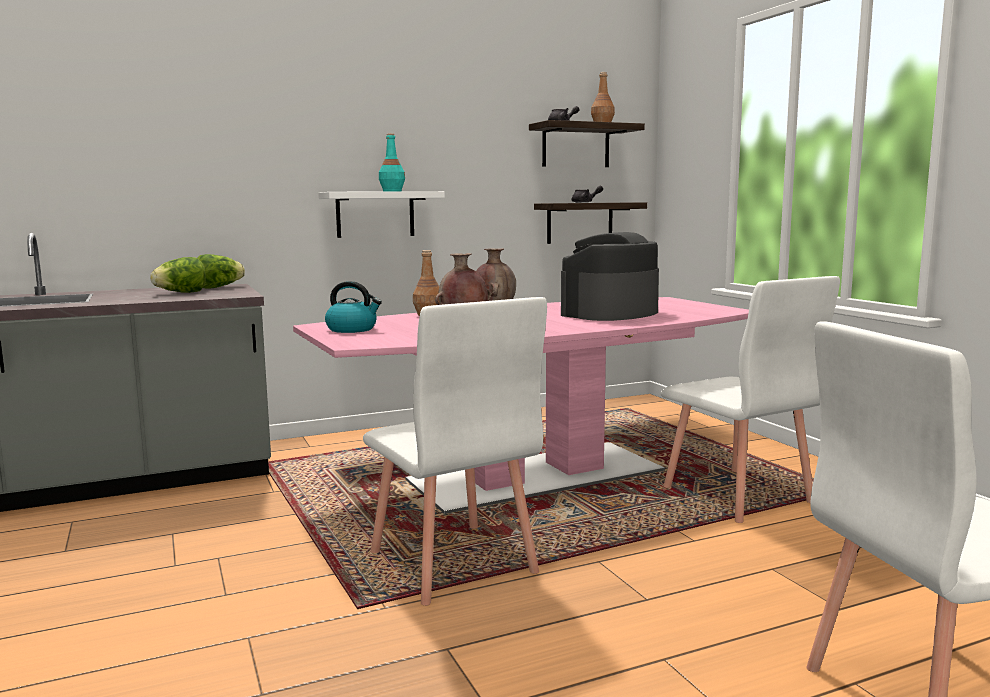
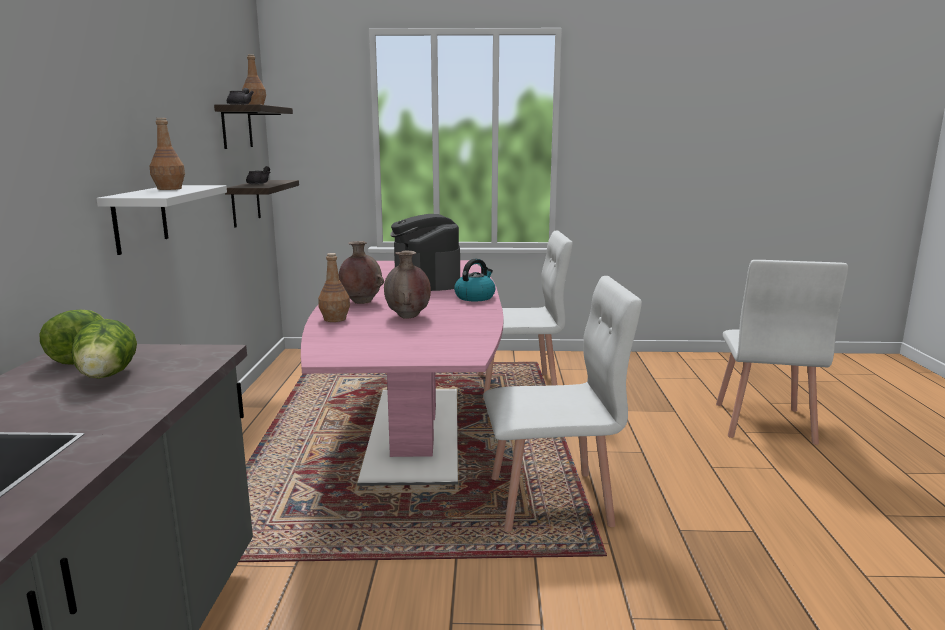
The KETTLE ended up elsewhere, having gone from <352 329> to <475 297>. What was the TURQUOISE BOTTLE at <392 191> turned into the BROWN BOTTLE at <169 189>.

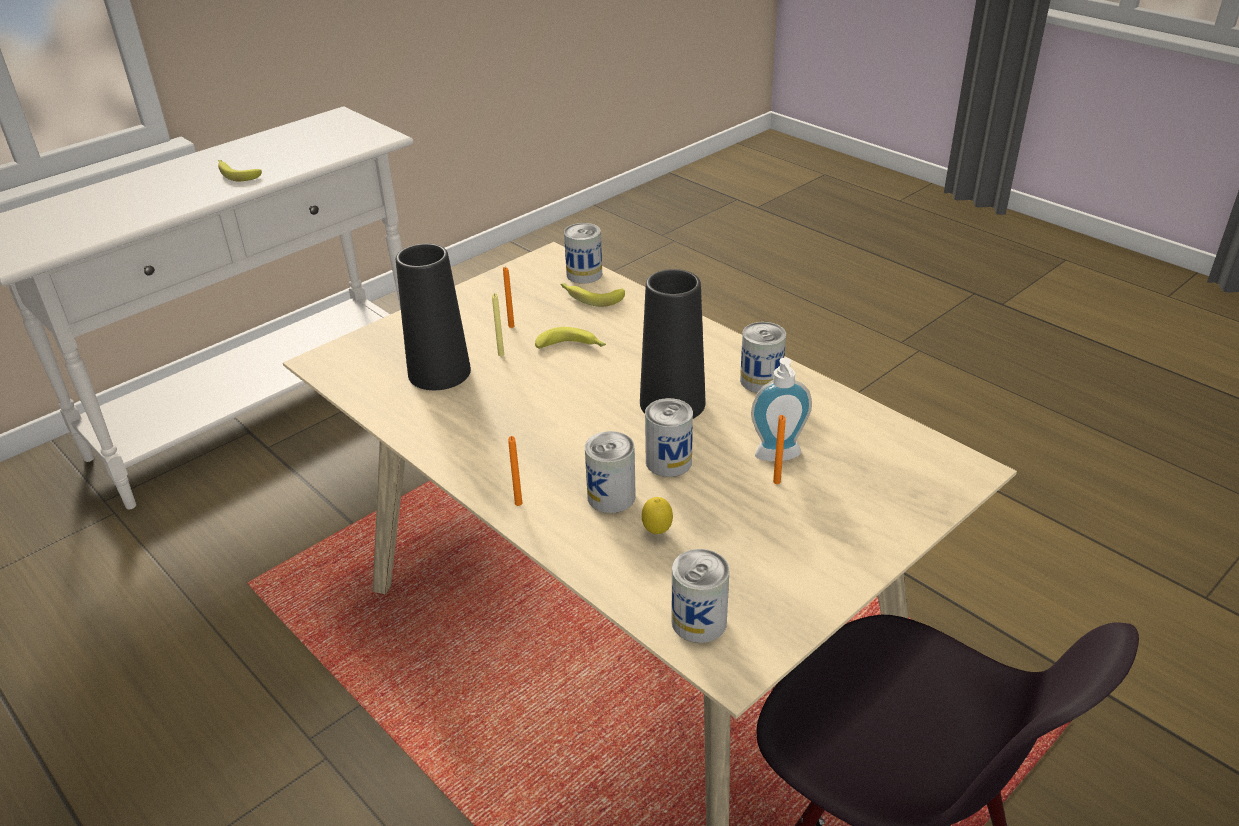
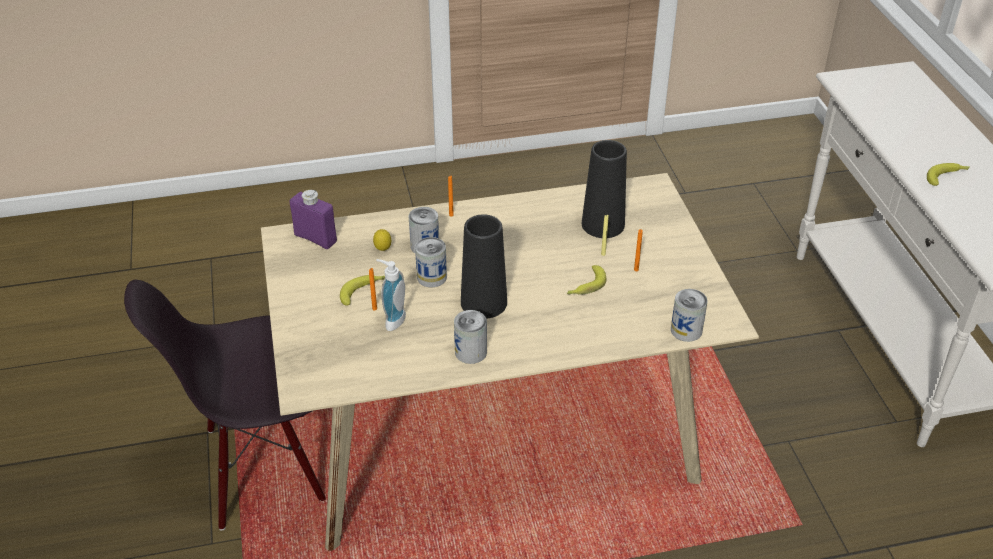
The BANANA ended up elsewhere, having gone from <590 297> to <363 291>. Where the CAN stood at <699 621>, the PURPLE BOTTLE came to stand at <315 238>.

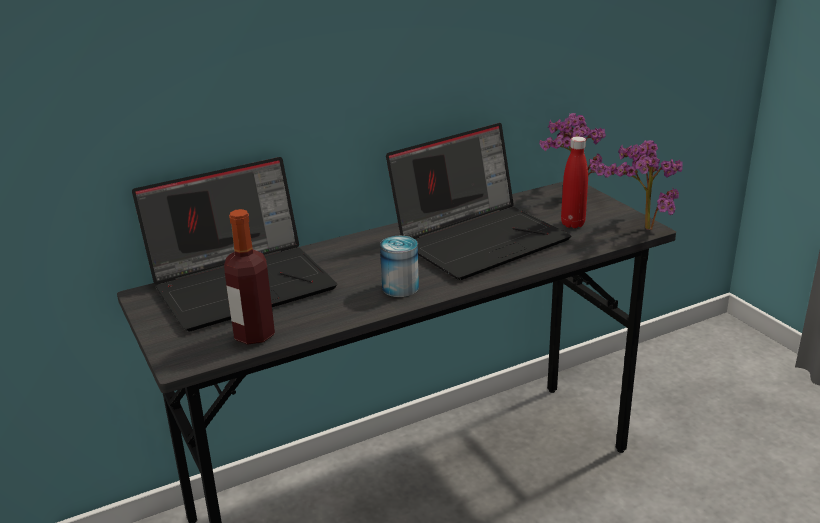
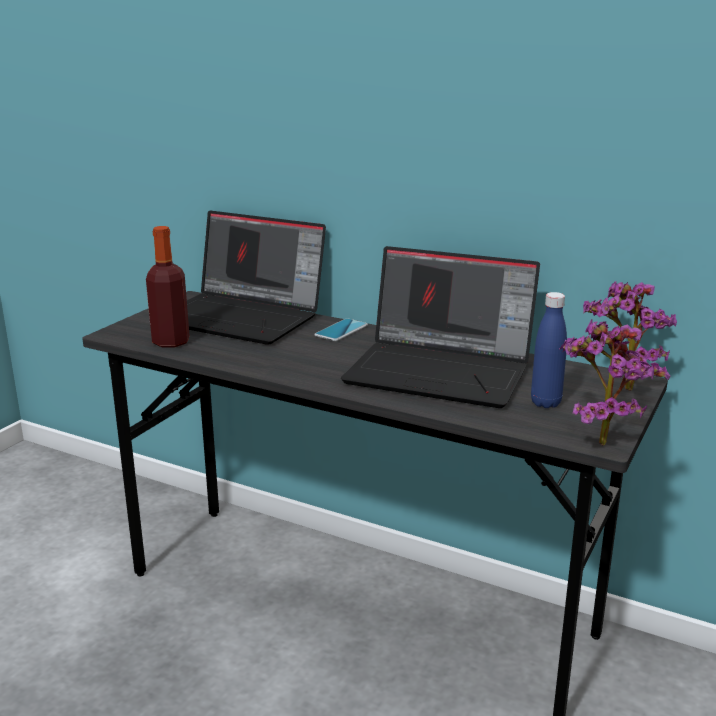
The second view lost the CAN at <400 288>. The second view gained the PHONE at <341 331>. What was the RED BOTTLE at <572 224> turned into the BLUE BOTTLE at <545 403>.

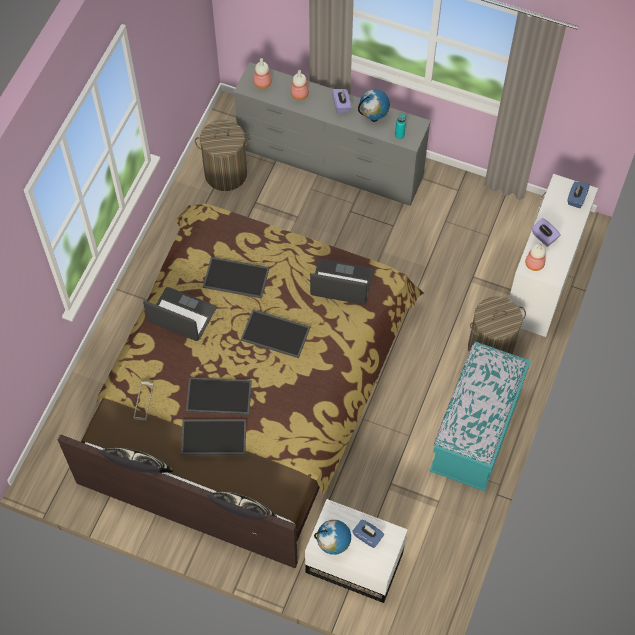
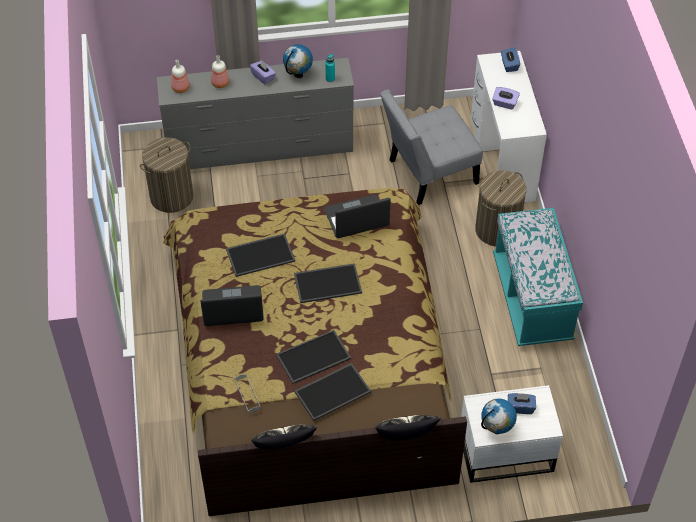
The second view lost the BOTTLE at <534 263>. The second view gained the GREY CHAIR at <428 173>.

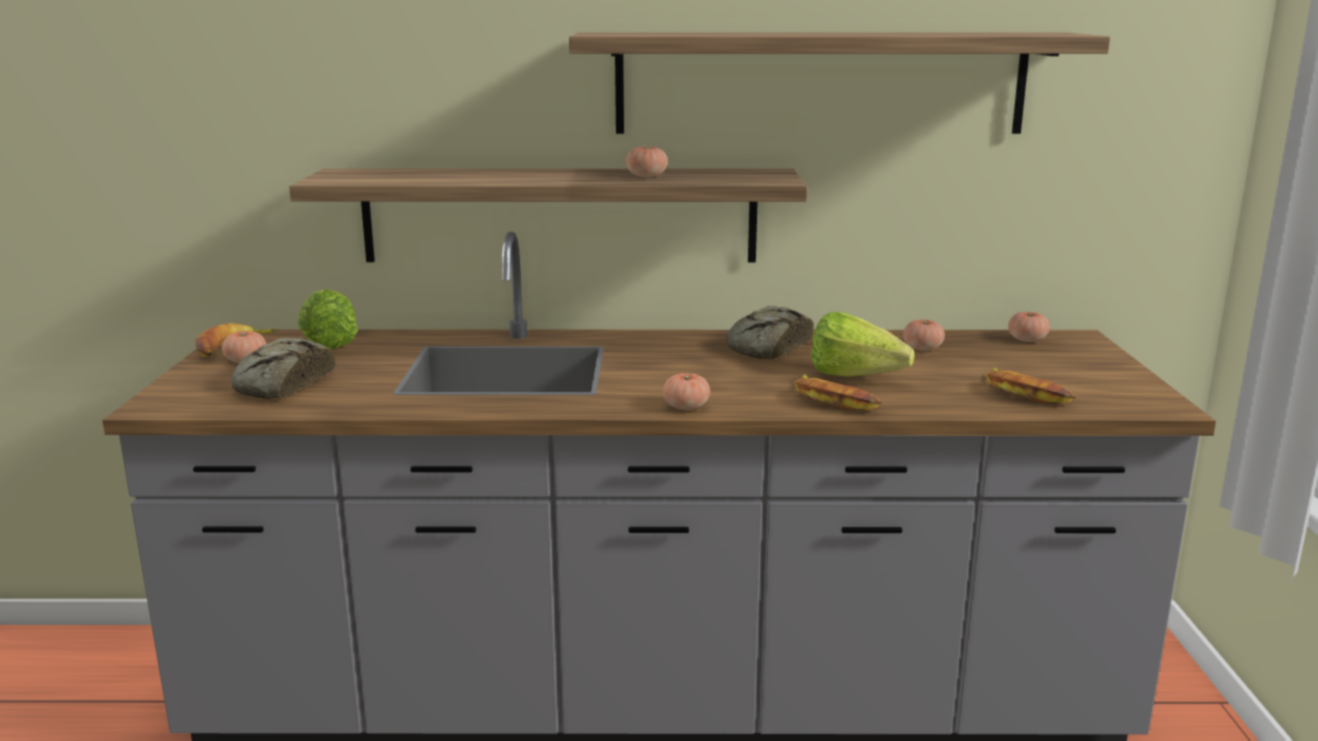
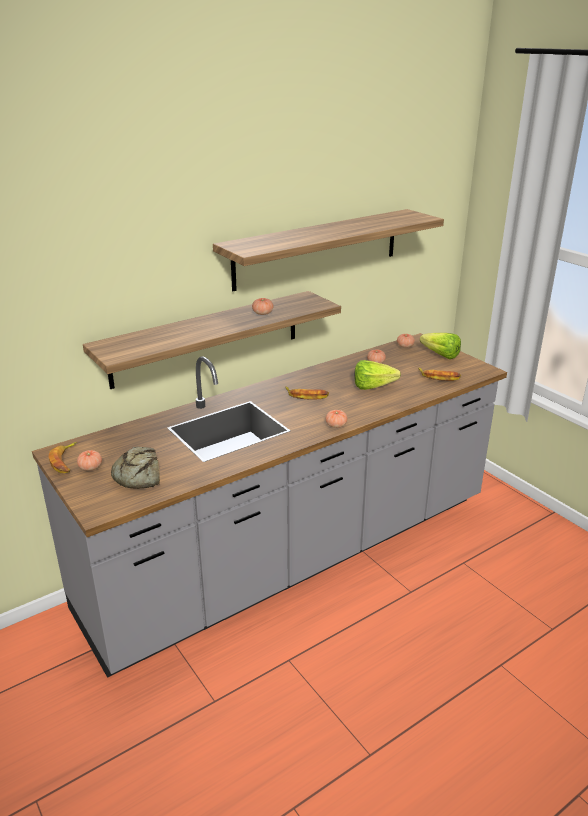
The second view lost the BREAD at <767 347>. The LETTUCE ended up elsewhere, having gone from <331 339> to <438 354>. The BANANA ended up elsewhere, having gone from <833 400> to <306 396>.

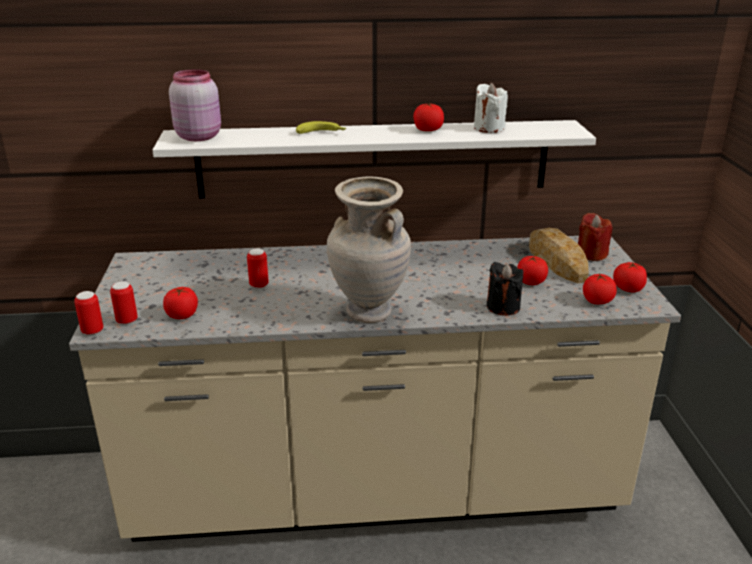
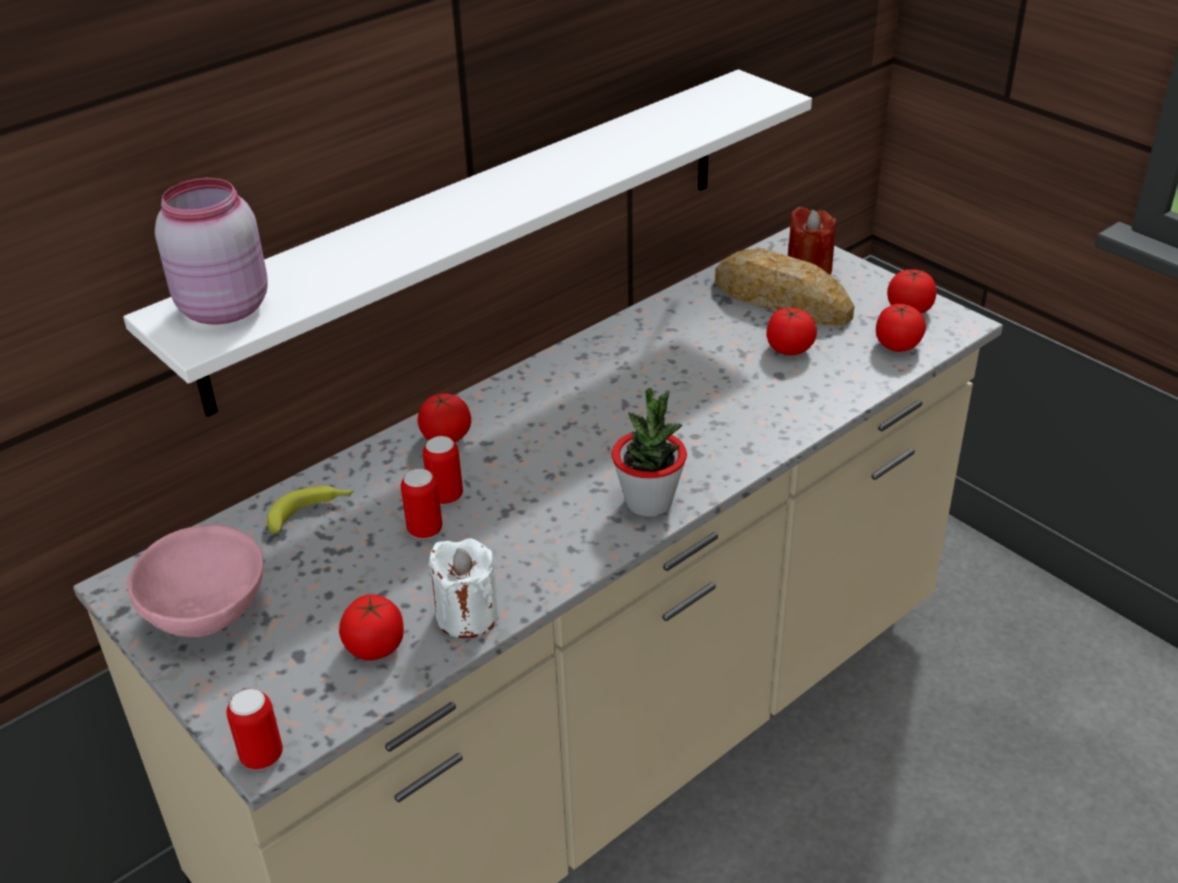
The second view lost the BLACK CANDLE at <503 307>. The second view gained the PINK BOWL at <210 613>. The CAN ended up elsewhere, having gone from <127 321> to <446 496>. The BANANA ended up elsewhere, having gone from <322 133> to <312 513>. The TOMATO ended up elsewhere, having gone from <428 130> to <446 437>. The WHITE CANDLE ended up elsewhere, having gone from <489 128> to <467 615>. Where the BEIGE VASE stood at <368 313>, the POTTED PLANT came to stand at <649 502>.

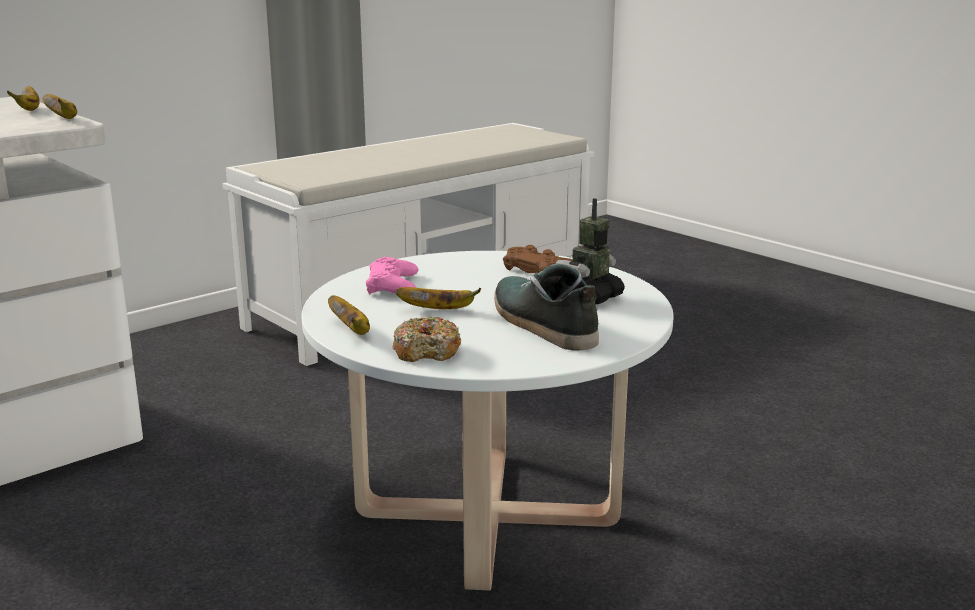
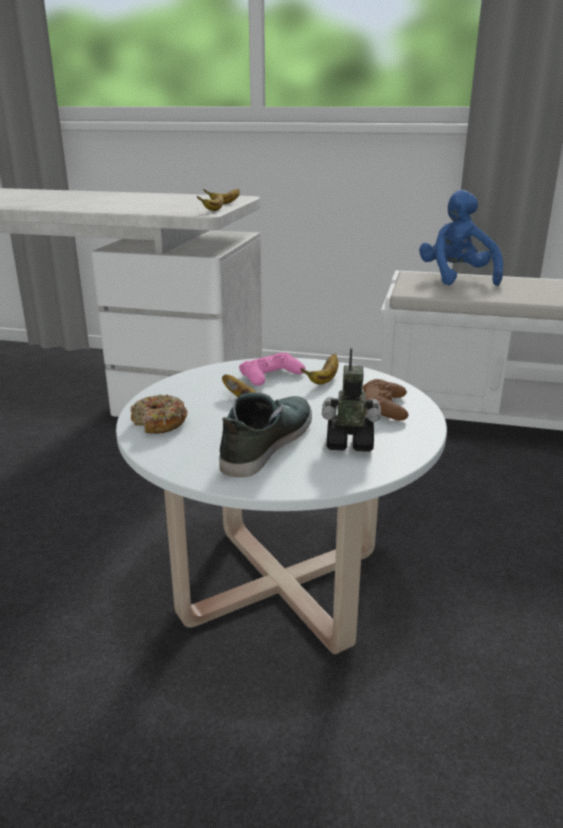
The second view gained the BLUE PLUSH TOY at <456 278>. The BANANA ended up elsewhere, having gone from <351 330> to <324 380>.

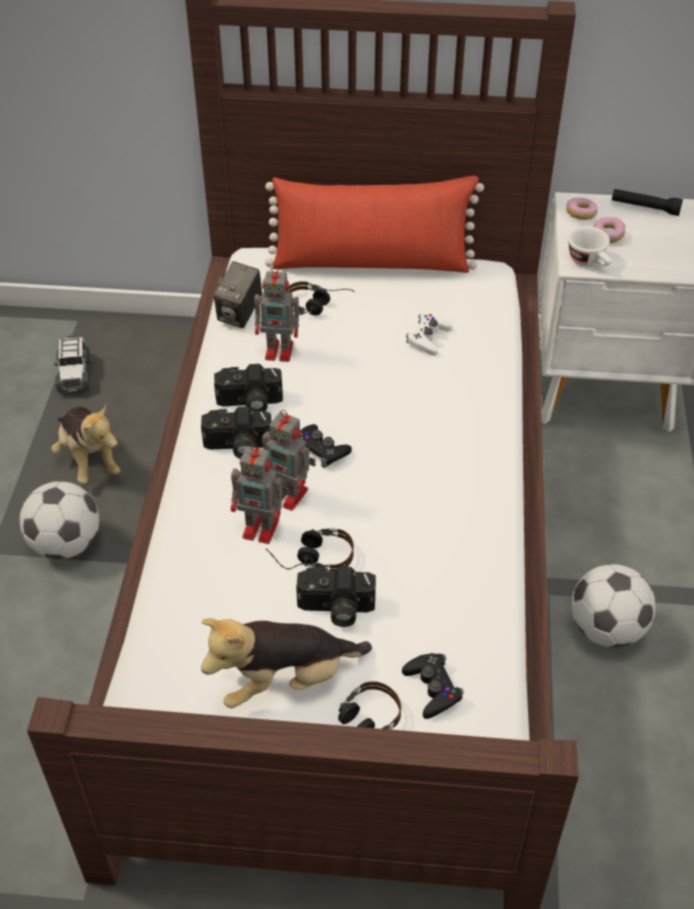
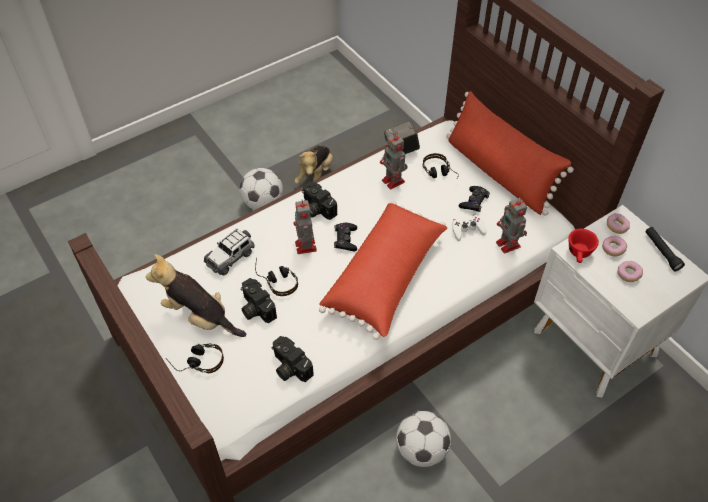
The second view gained the RED PILLOW at <386 278>. The second view gained the DONUT at <628 274>. The TOY CAR ended up elsewhere, having gone from <74 374> to <230 257>. The PHOTO CAMERA ended up elsewhere, having gone from <249 403> to <289 367>. The TOY ROBOT ended up elsewhere, having gone from <263 528> to <508 245>. The BLACK GAME CONTROLLER ended up elsewhere, having gone from <432 688> to <474 201>. What was the WHITE CUP at <589 262> turned into the RED CUP at <579 254>.

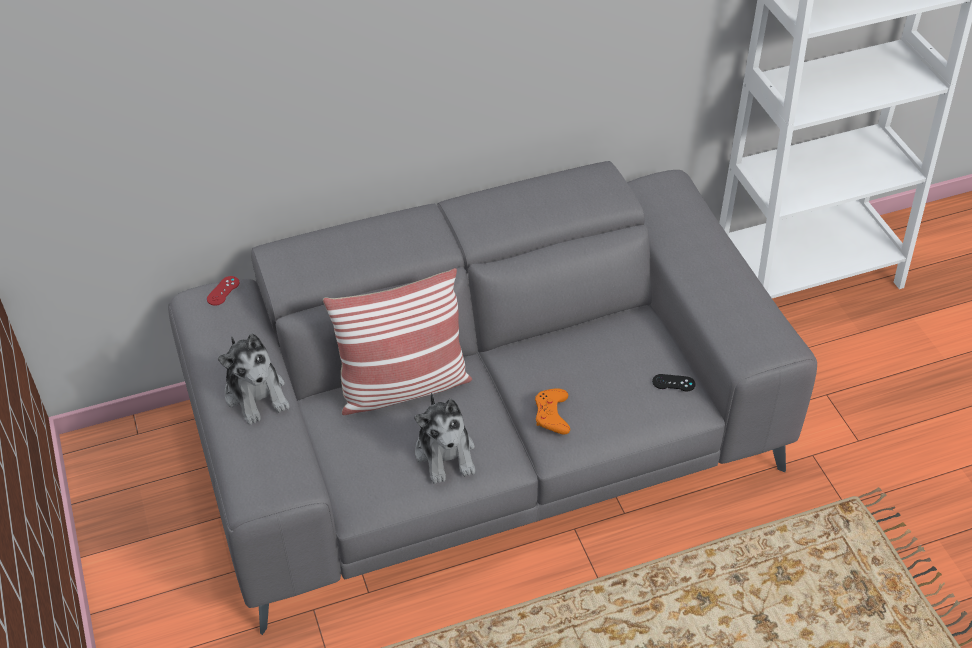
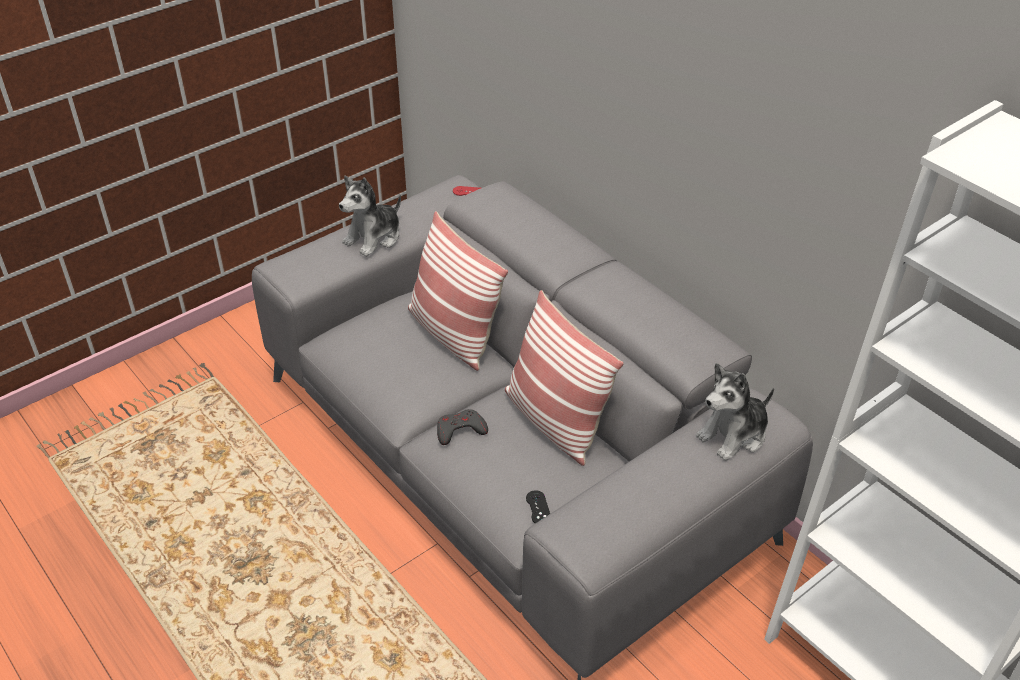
The second view gained the PILLOW at <554 421>. The PLUSH TOY ended up elsewhere, having gone from <446 453> to <734 435>. What was the ORANGE GAME CONTROLLER at <552 414> turned into the GREY GAME CONTROLLER at <460 430>.

